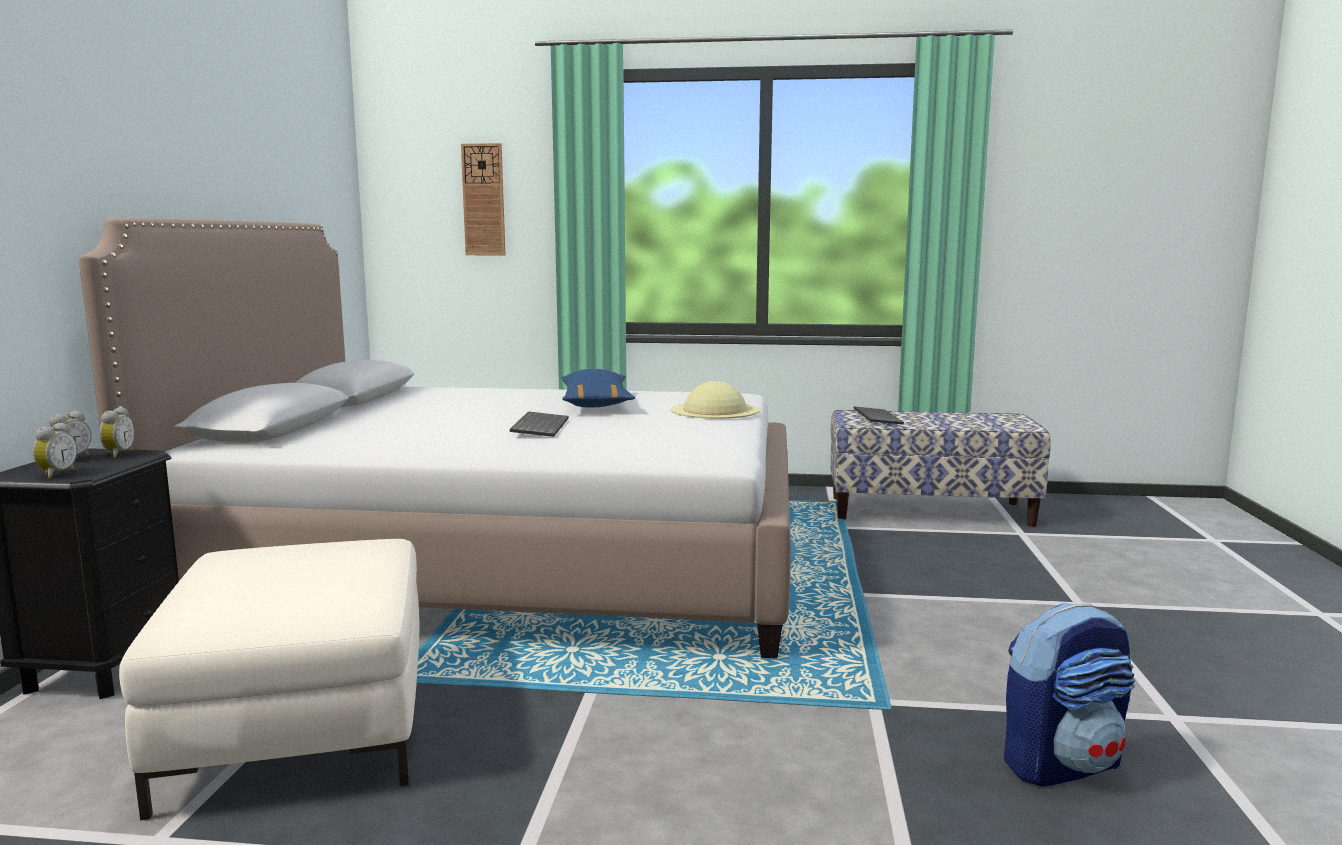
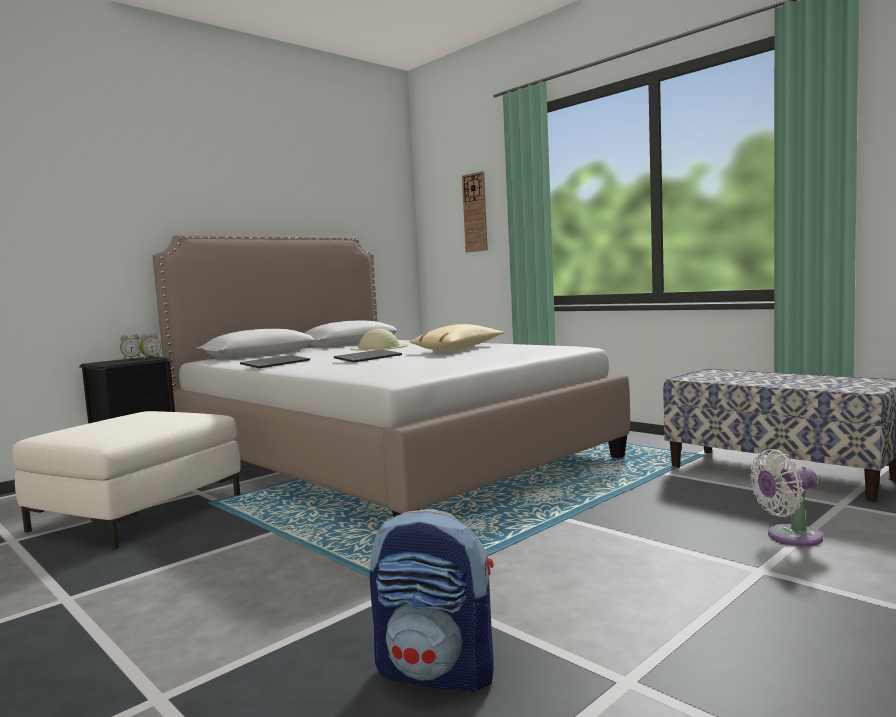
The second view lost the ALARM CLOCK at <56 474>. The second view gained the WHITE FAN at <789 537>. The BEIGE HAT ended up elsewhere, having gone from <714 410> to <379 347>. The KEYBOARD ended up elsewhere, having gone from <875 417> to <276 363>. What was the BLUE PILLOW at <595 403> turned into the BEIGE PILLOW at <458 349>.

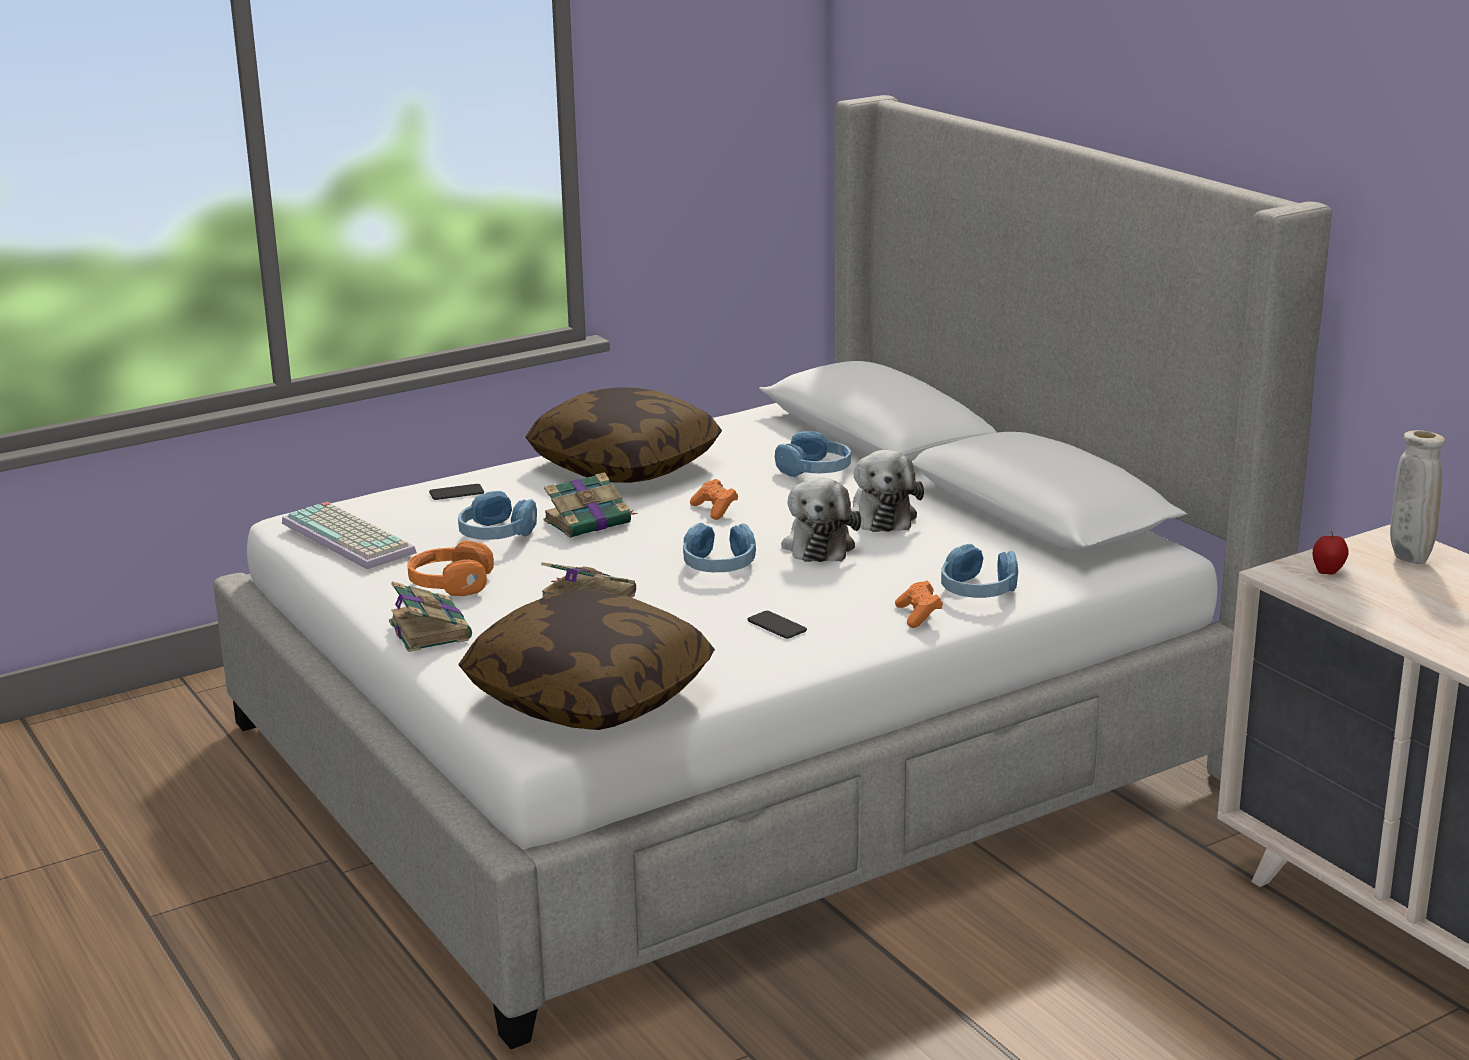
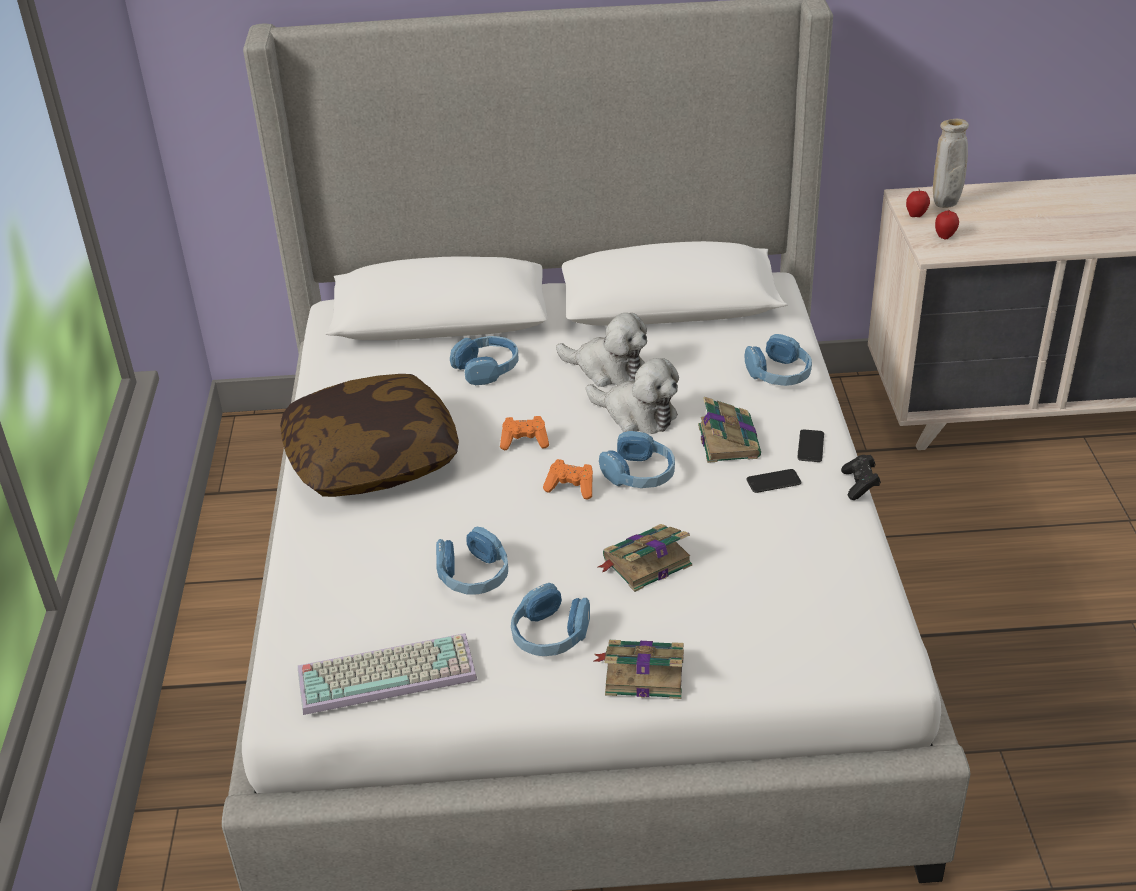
The second view lost the PILLOW at <589 696>. The second view gained the BLACK GAME CONTROLLER at <860 485>. The second view gained the APPLE at <916 215>. The PHONE ended up elsewhere, having gone from <456 493> to <810 446>. The BOOK ended up elsewhere, having gone from <589 521> to <728 440>. The ORANGE GAME CONTROLLER ended up elsewhere, having gone from <919 615> to <571 487>. What was the ORANGE HEADPHONES at <450 584> turned into the BLUE HEADPHONES at <550 634>.

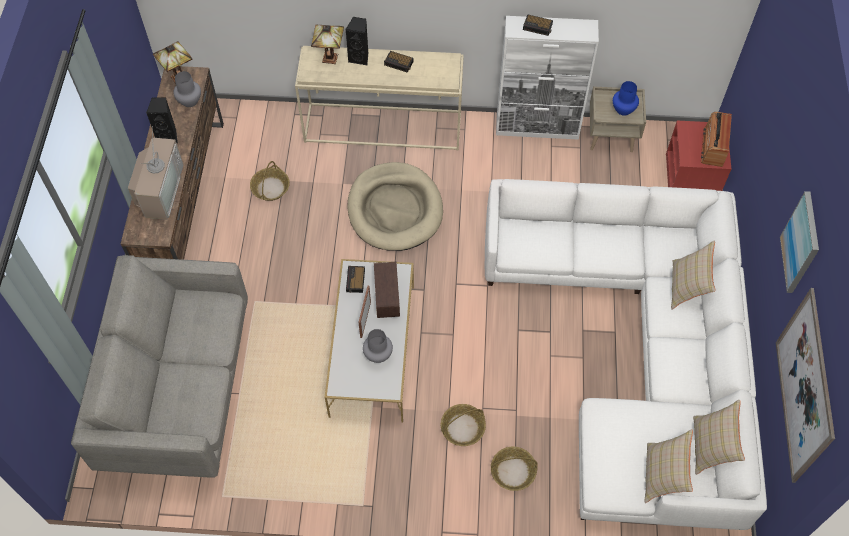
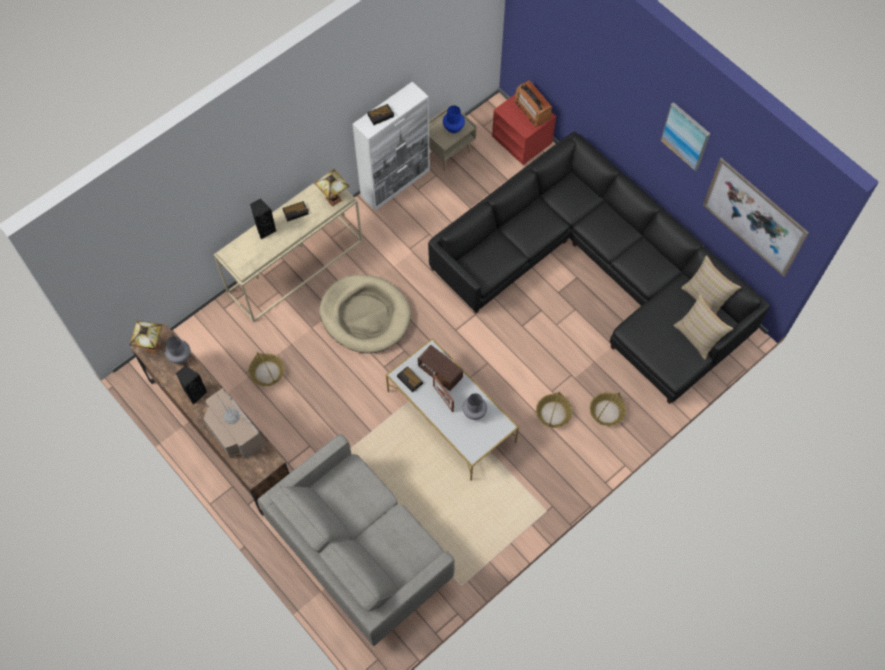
The second view lost the BEIGE PILLOW at <687 287>. The TABLE LAMP ended up elsewhere, having gone from <330 59> to <335 199>. What was the WHITE SOFA at <639 346> turned into the BLACK SOFA at <599 274>.

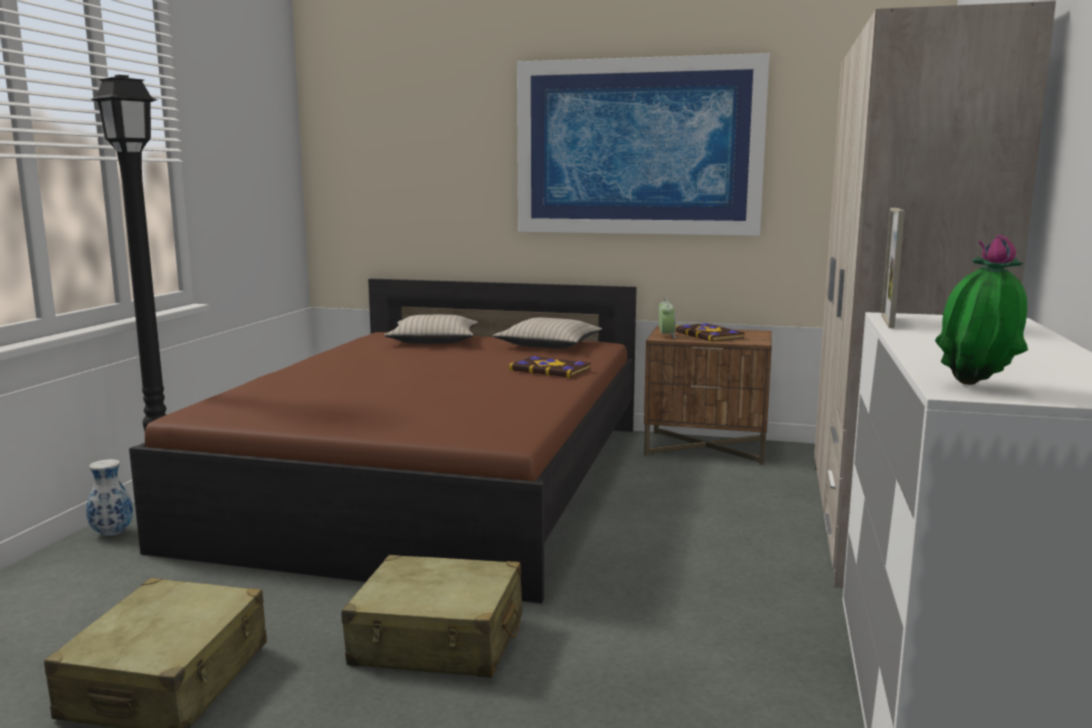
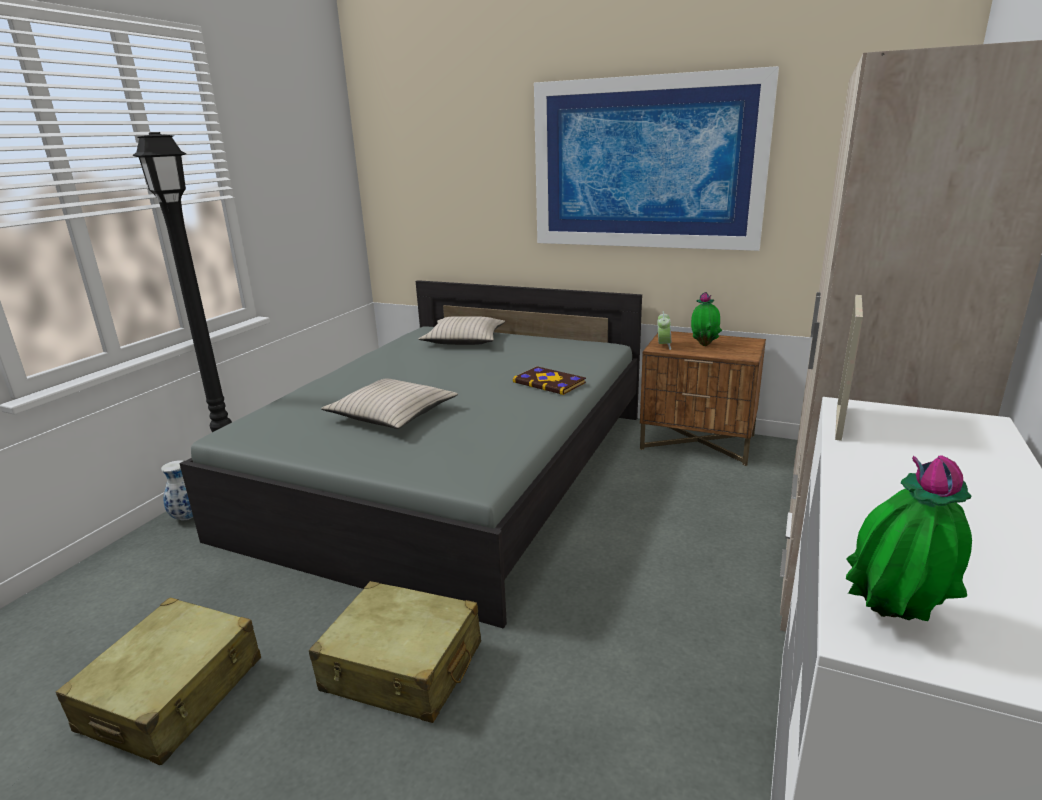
The BEIGE PILLOW ended up elsewhere, having gone from <548 345> to <392 414>. Where the BOOK stood at <709 335>, the POTTED PLANT came to stand at <704 344>. What was the BROWN BED at <434 480> turned into the GREY BED at <453 470>.

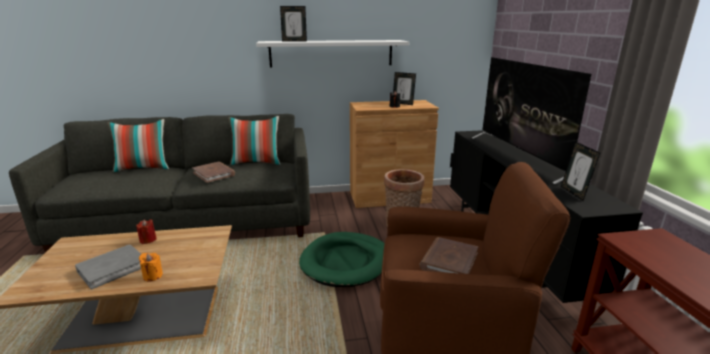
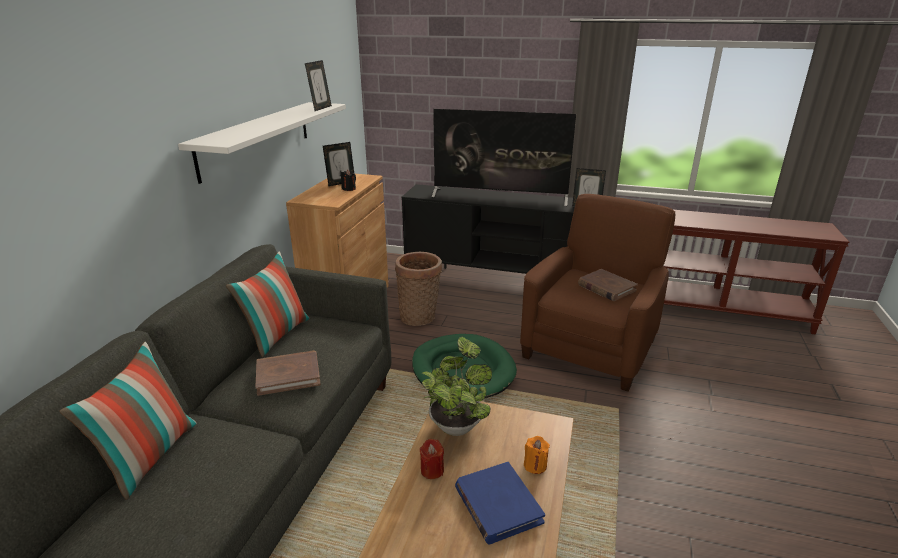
The second view gained the POTTED PLANT at <456 423>. The PICTURE FRAME ended up elsewhere, having gone from <294 41> to <321 108>. What was the GREY BOOK at <112 268> turned into the BLUE BOOK at <497 505>.

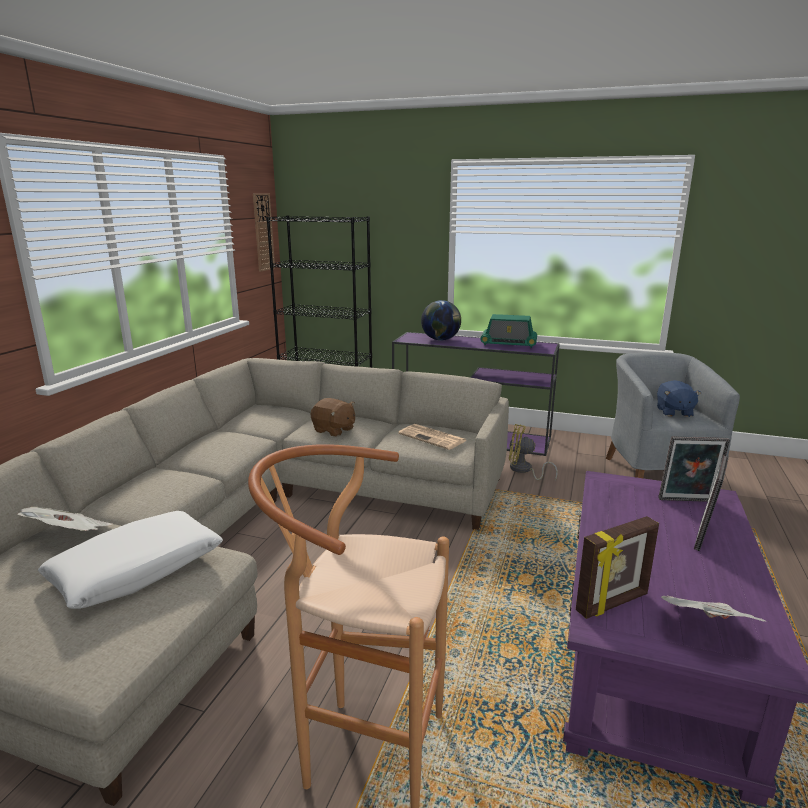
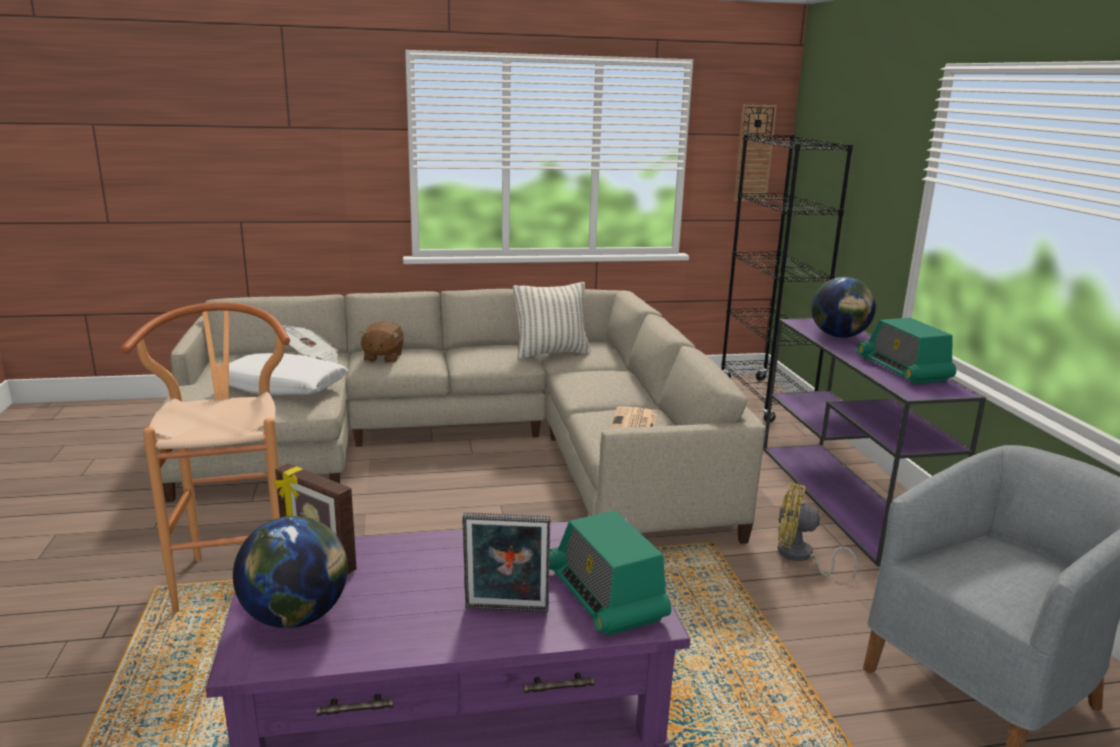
The second view lost the BLUE PLUSH TOY at <674 412>. The second view gained the PILLOW at <551 353>. The BROWN PLUSH TOY ended up elsewhere, having gone from <334 430> to <382 357>. Where the PICTURE FRAME stood at <687 501>, the RADIO came to stand at <604 595>. Where the NEWSPAPER stood at <707 629>, the GLOBE came to stand at <296 616>. The YELLOW FAN at <524 470> ended up facing another way, 60 degrees counterclockwise from before.

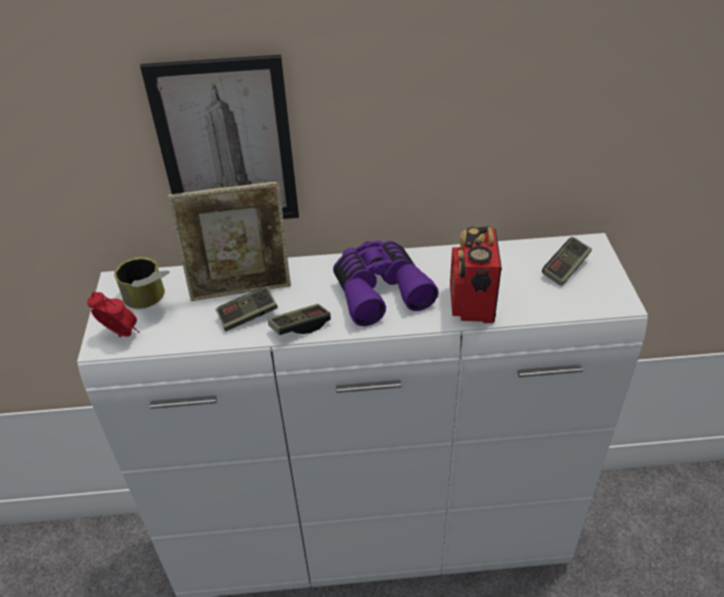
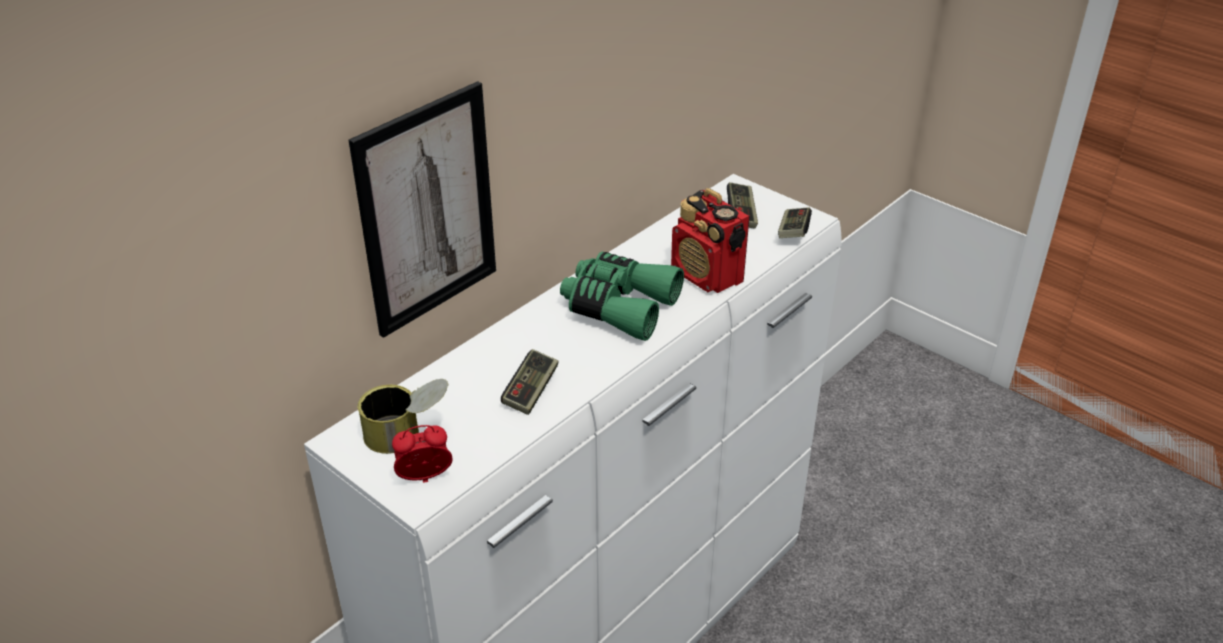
The second view lost the PICTURE FRAME at <242 289>. The GAME CONTROLLER ended up elsewhere, having gone from <300 326> to <793 232>. What was the PURPLE BINOCULARS at <379 290> turned into the GREEN BINOCULARS at <618 306>.

